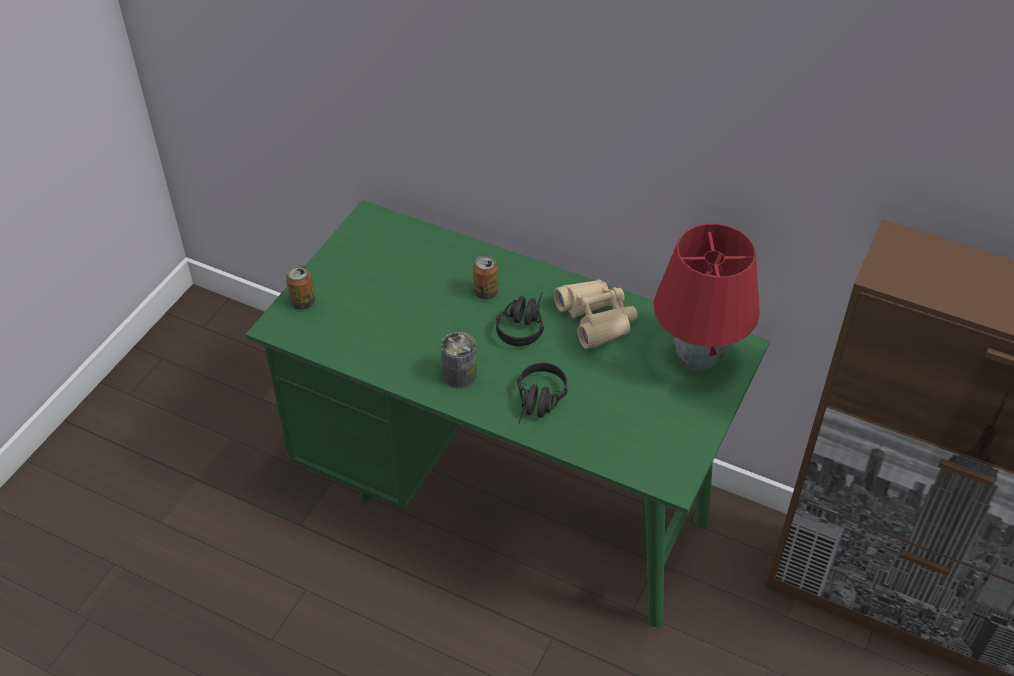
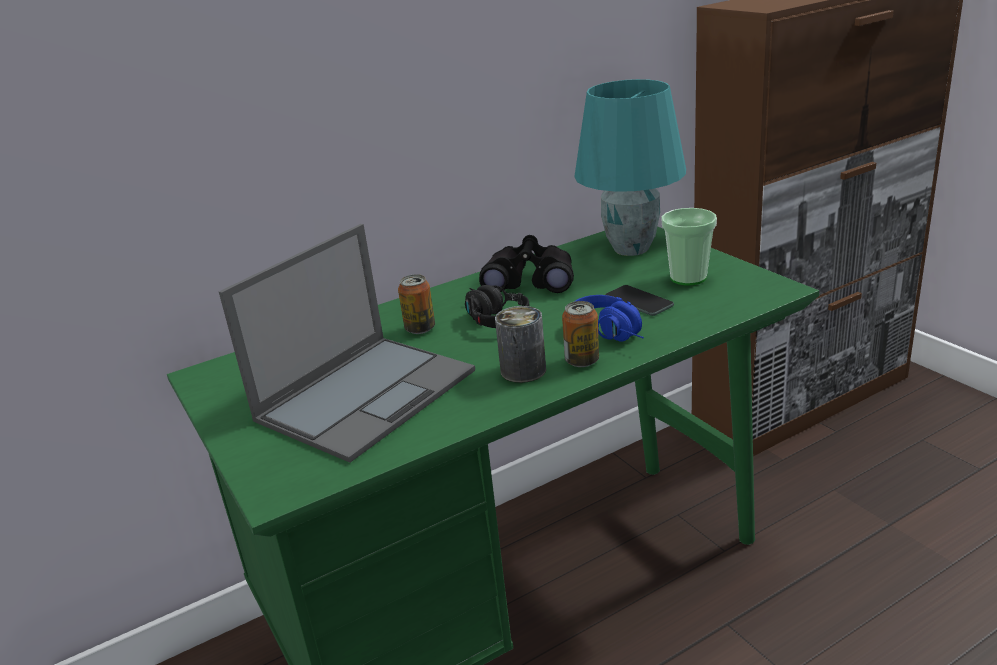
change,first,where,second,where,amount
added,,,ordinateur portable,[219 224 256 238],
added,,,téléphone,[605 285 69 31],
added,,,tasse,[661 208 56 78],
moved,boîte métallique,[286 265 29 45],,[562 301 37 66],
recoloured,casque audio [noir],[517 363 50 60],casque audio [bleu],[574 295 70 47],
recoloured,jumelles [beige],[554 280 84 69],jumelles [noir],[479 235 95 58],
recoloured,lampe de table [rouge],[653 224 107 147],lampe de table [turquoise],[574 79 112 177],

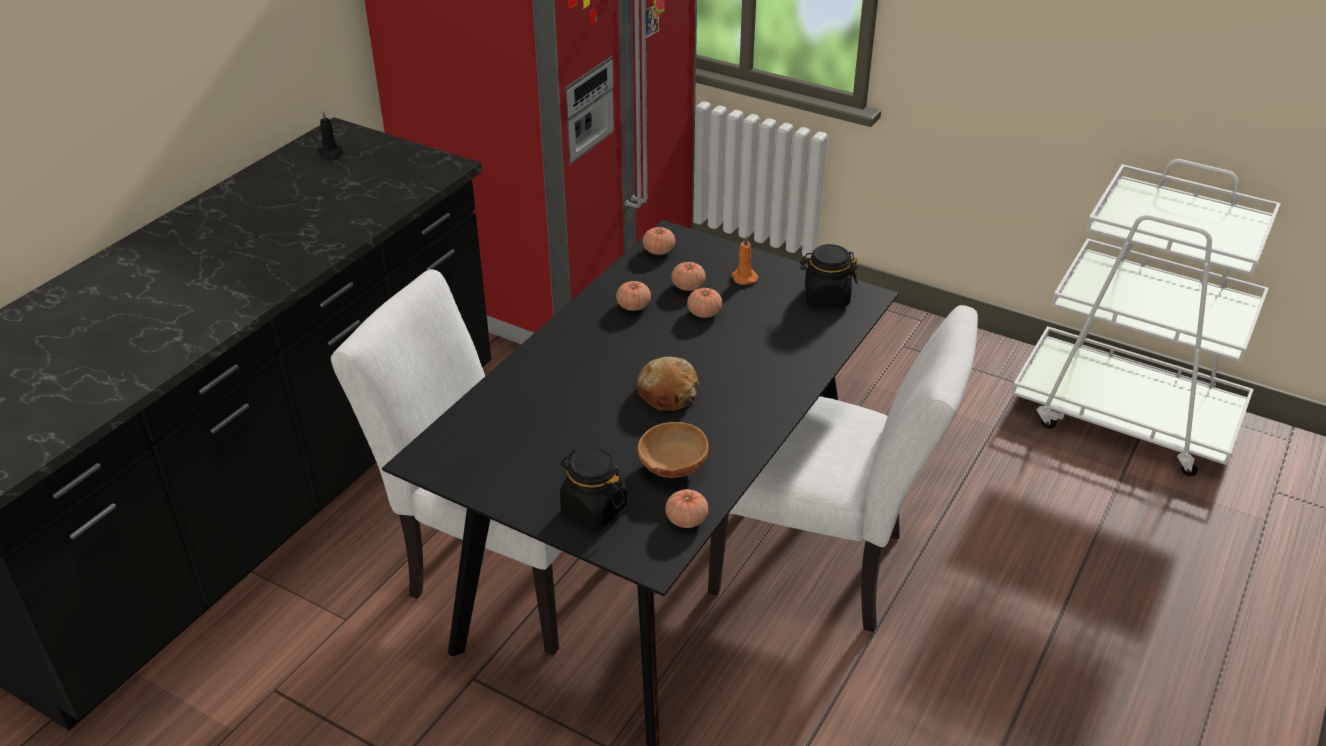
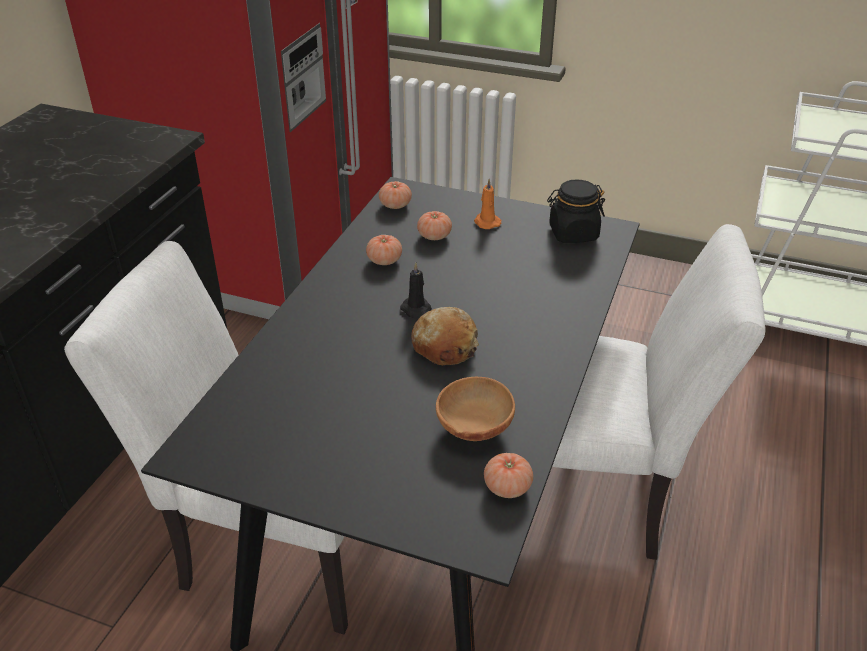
change,first,where,second,where,amount
removed,bocal [noir],[560 447 67 82],,,
removed,tomate,[687 288 35 30],,,
moved,bougie [noir],[317 111 26 50],,[400 262 32 57],

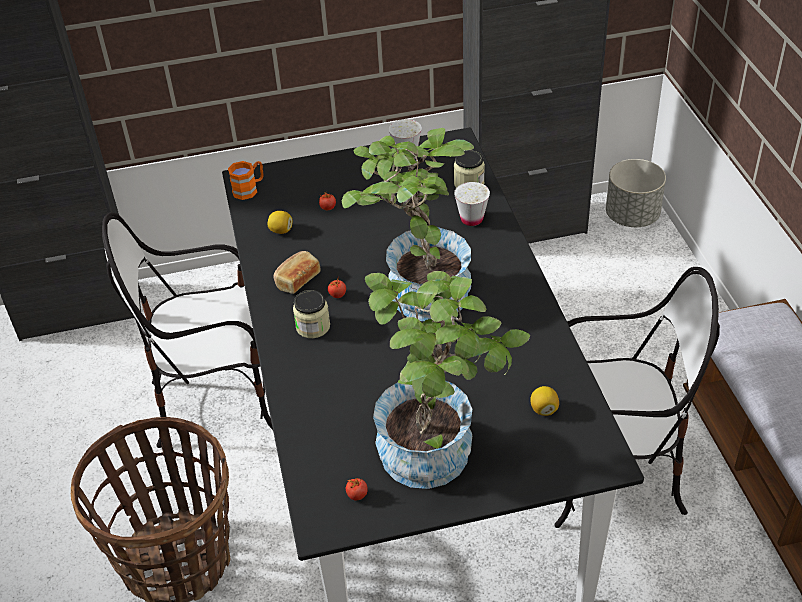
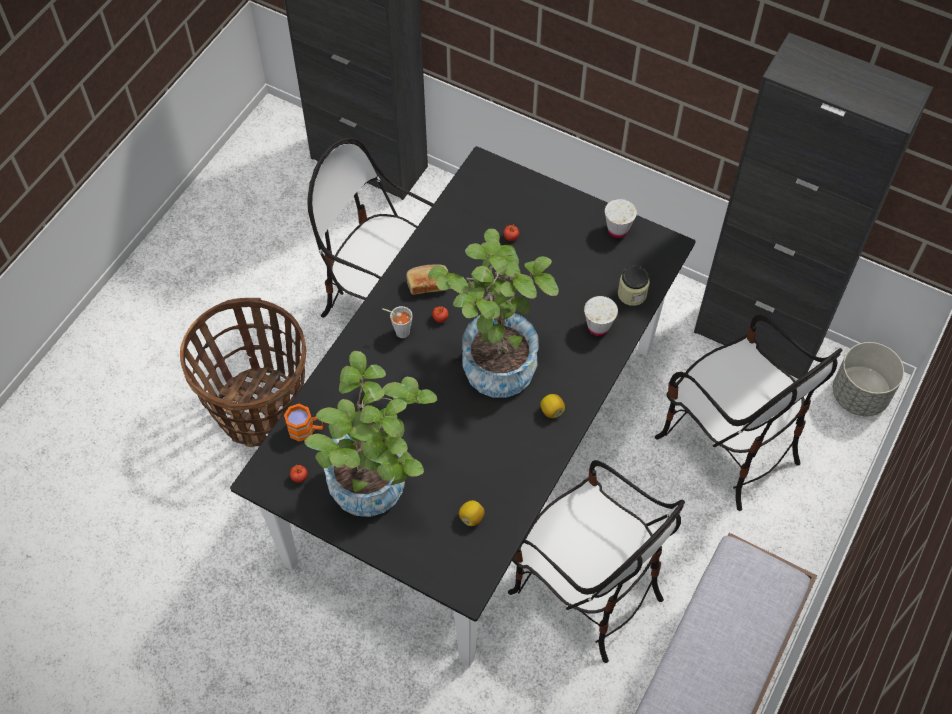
change,first,where,second,where,amount
added,,,chaise,[655 315 187 196],
moved,mug [orange],[228 161 36 39],,[284 404 41 38],
moved,citron,[268 211 25 23],,[540 394 25 24],
replaced,bocal,[293 290 37 48],tasse [gris],[382 306 31 32],

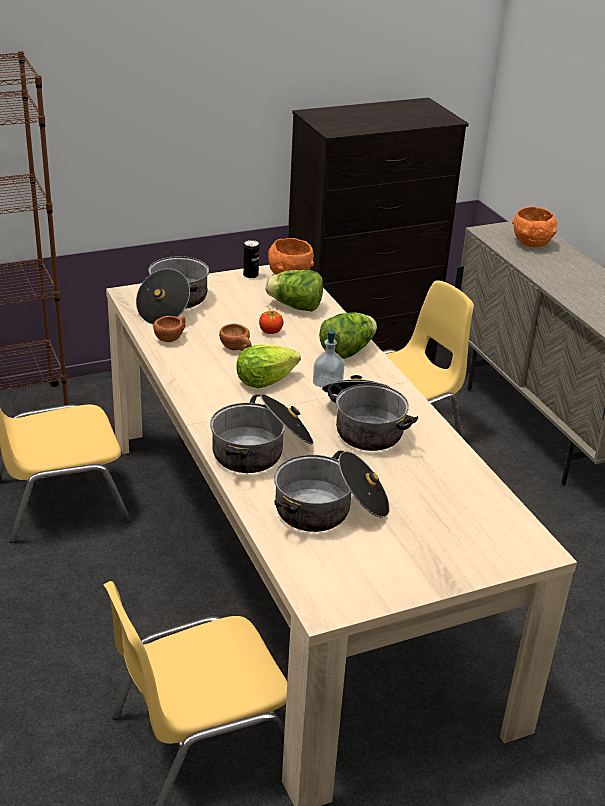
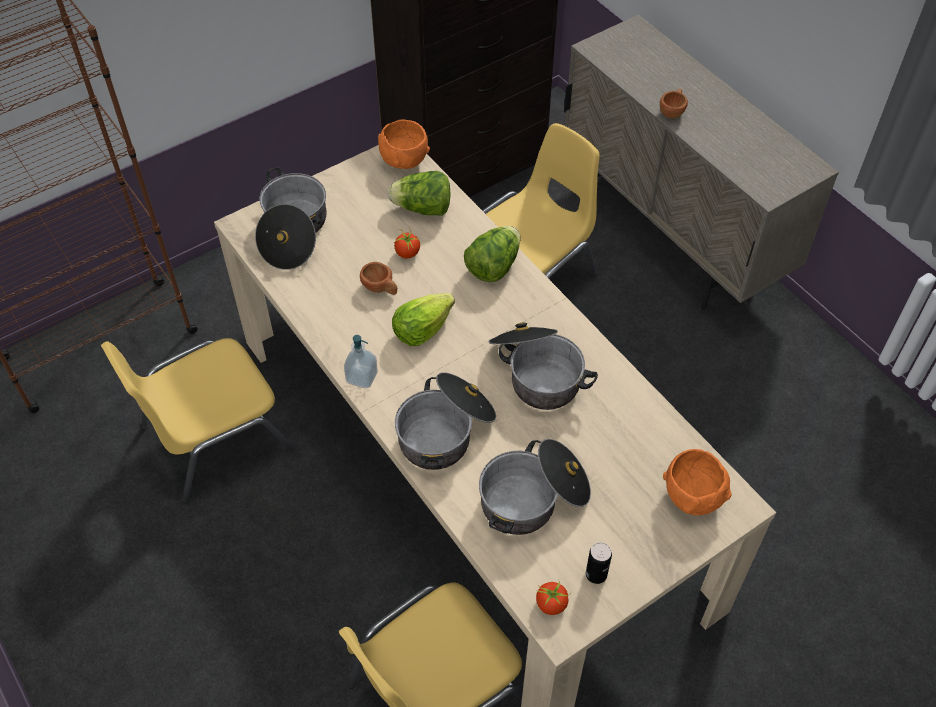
change,first,where,second,where,amount
added,,,tomate,[536 579 35 36],
moved,tasse [marron],[153 316 33 26],,[660 89 28 30],
moved,boîte métallique,[243 240 16 38],,[586 542 26 42],
moved,distributeur de savon,[313 330 32 58],,[344 335 34 53],
moved,bol [orange],[512 207 45 40],,[663 449 68 67],

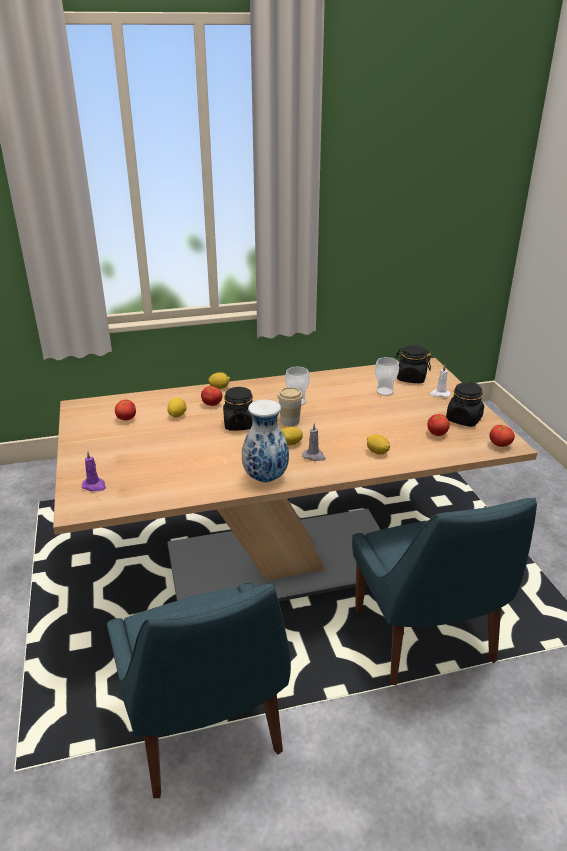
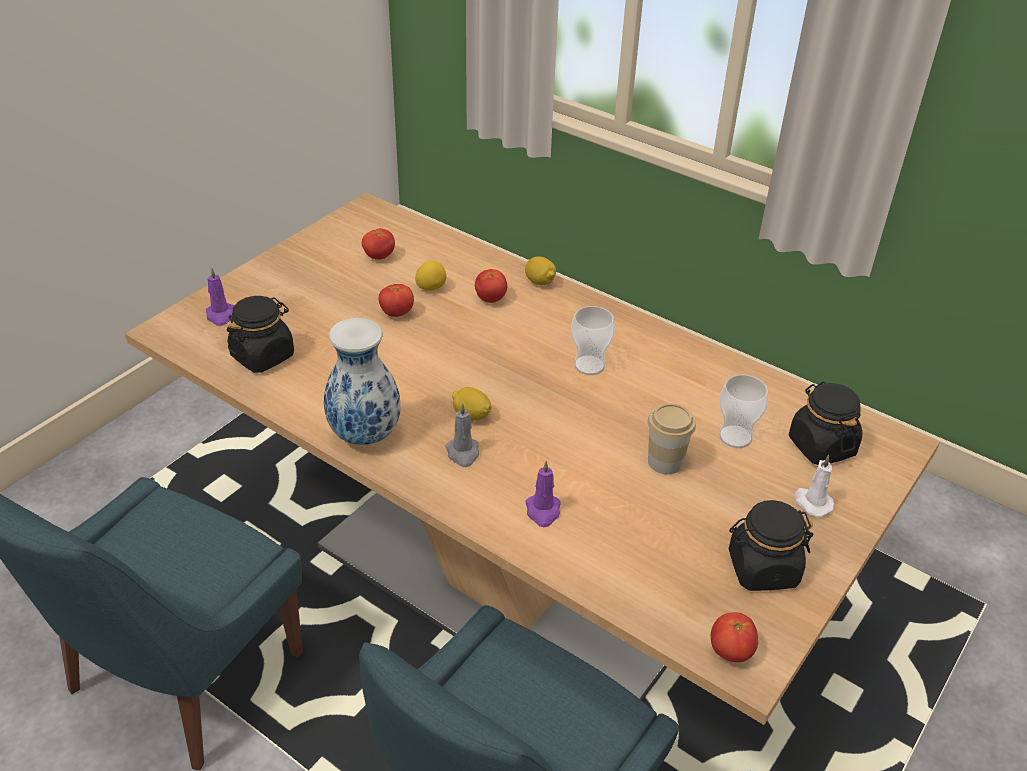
change,first,where,second,where,amount
moved,bocal [noir],[223 387 30 43],,[227 296 67 77],
moved,tasse,[277 387 26 39],,[648 404 48 70],
moved,tomate,[427 414 23 22],,[379 284 35 33],
replaced,citron,[367 434 23 21],bougie [violet],[526 461 35 66],

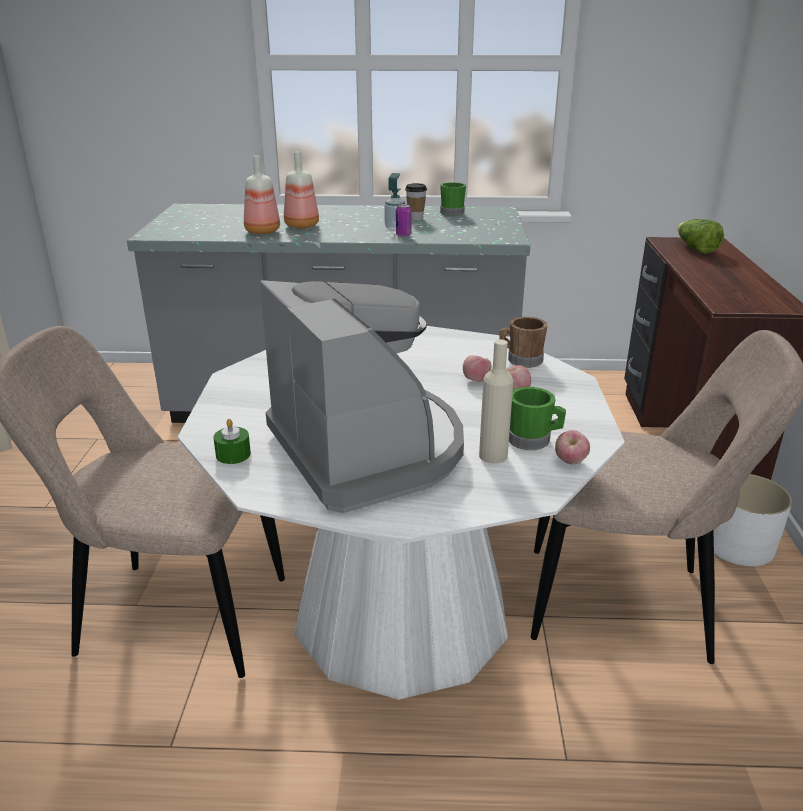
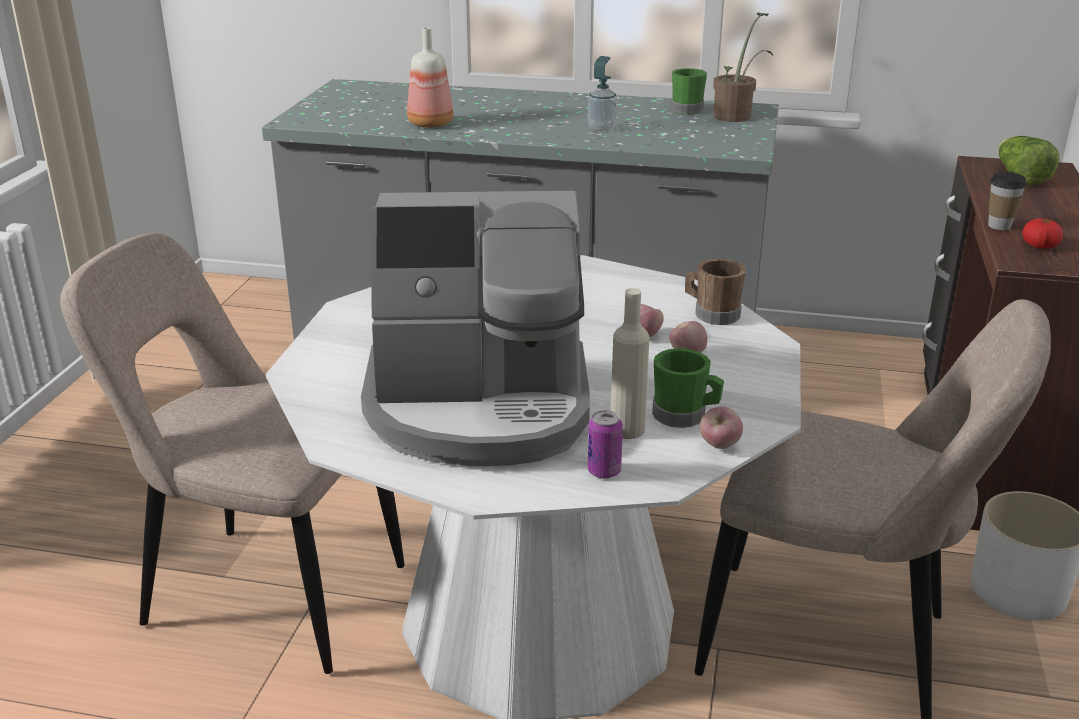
change,first,where,second,where,amount
removed,bougie [vert],[213 419 38 45],,,
removed,bouteille,[284 151 35 78],,,
added,,,plante en pot,[713 13 60 109],
added,,,tomate,[1023 218 40 31],
moved,boîte métallique,[396 204 16 33],,[588 410 35 69],
moved,tasse,[405 183 22 37],,[988 172 39 58],
turned,machine à café,[260 280 204 233],,[361 191 229 276],105 degrees clockwise

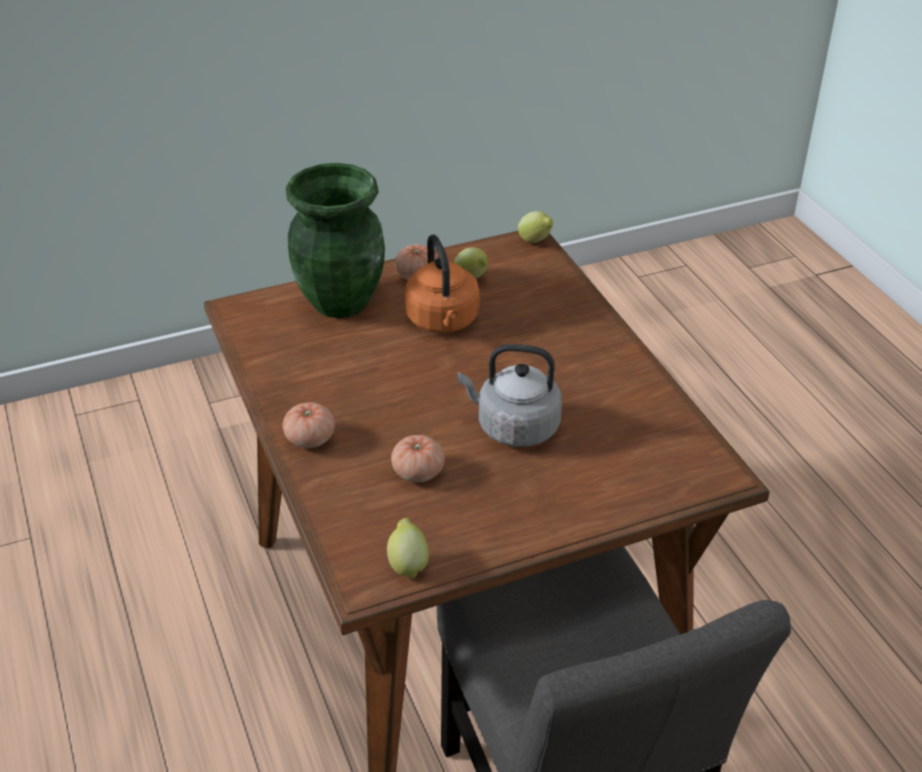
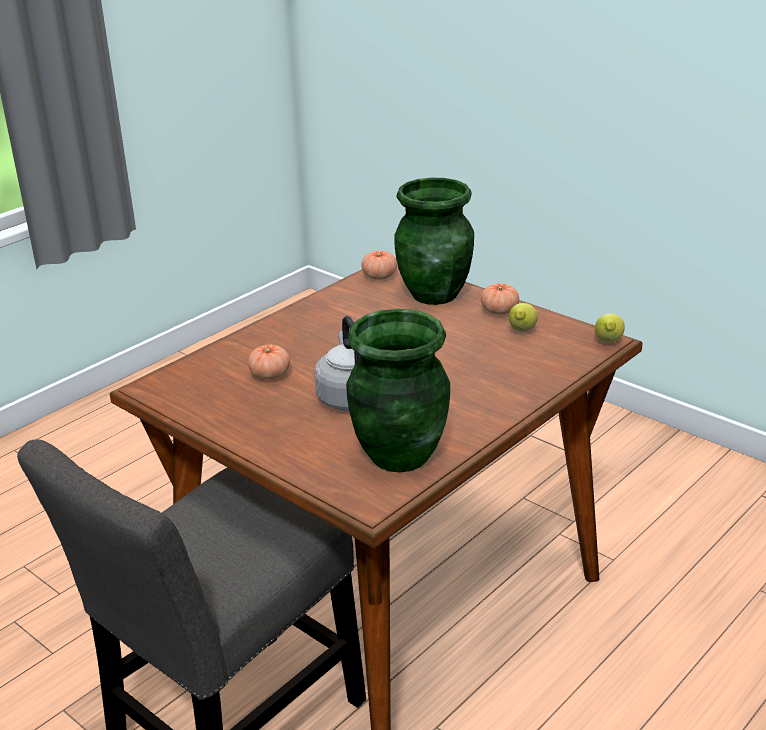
change,first,where,second,where,amount
removed,citron,[387 518 42 61],,,
removed,bouilloire [orange],[405 235 74 98],,,
added,,,vase [vert],[346 309 104 164],
moved,tomate,[283 402 52 46],,[361 251 36 29],

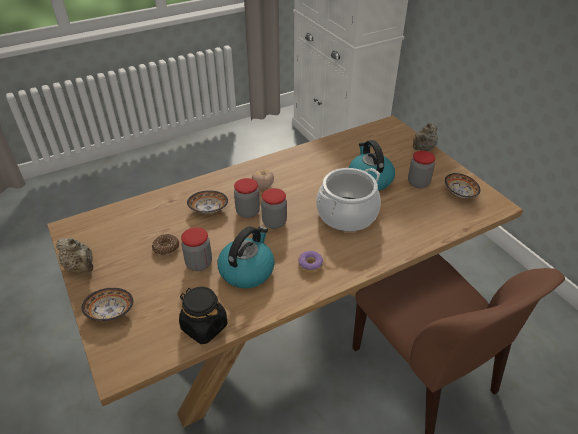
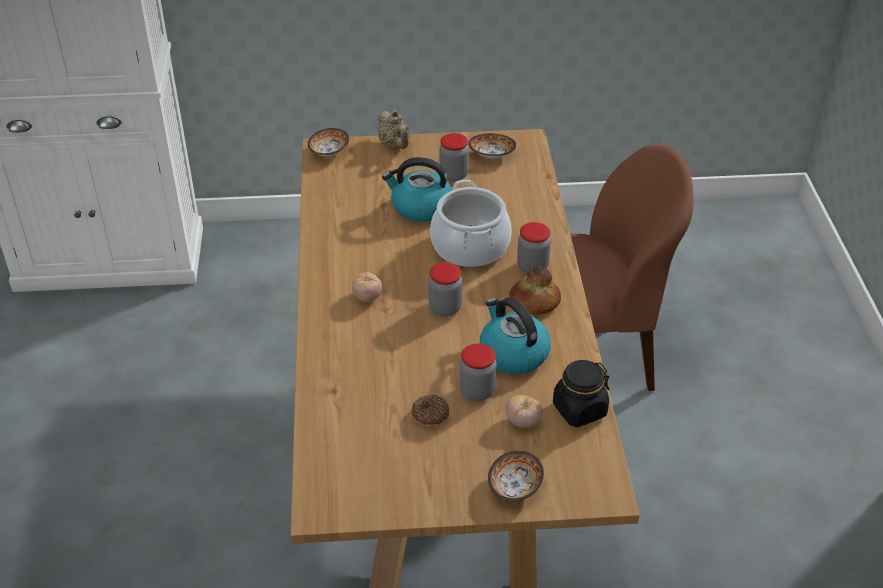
change,first,where,second,where,amount
removed,théière [beige],[56 237 37 36],,,
added,,,tomate,[505 395 38 33],
moved,bol,[187 190 41 23],,[308 128 41 28],
moved,bocal,[234 178 26 40],,[517 222 34 51],
replaced,beignet,[298 251 25 22],pain,[509 267 52 48],

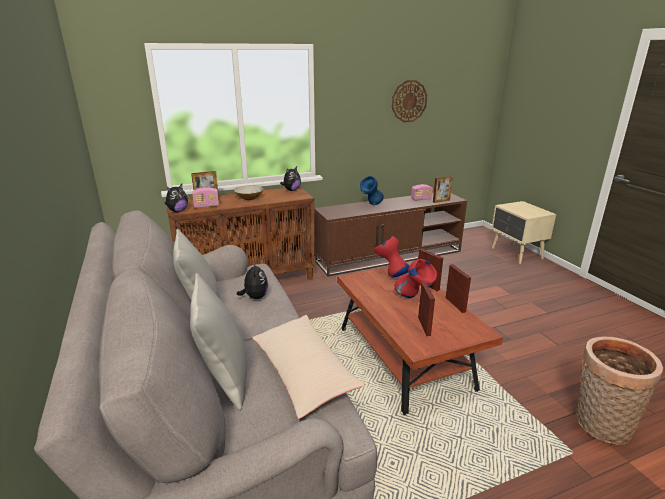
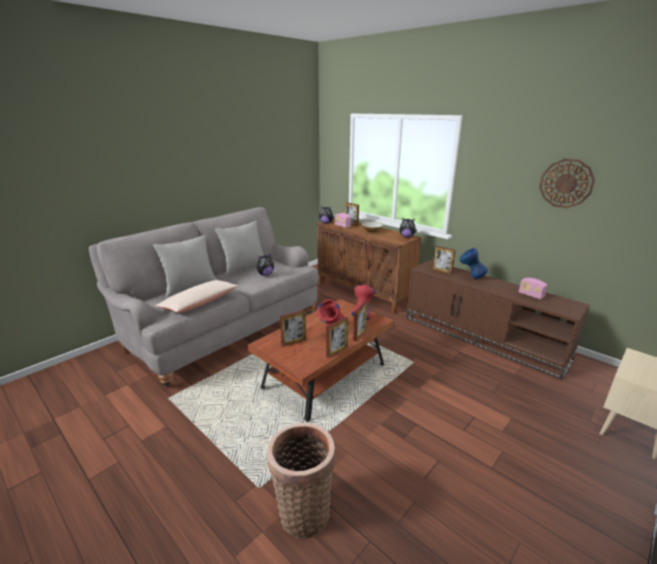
change,first,where,second,where,amount
moved,cadre photo,[433 176 20 27],,[433 246 23 28],

